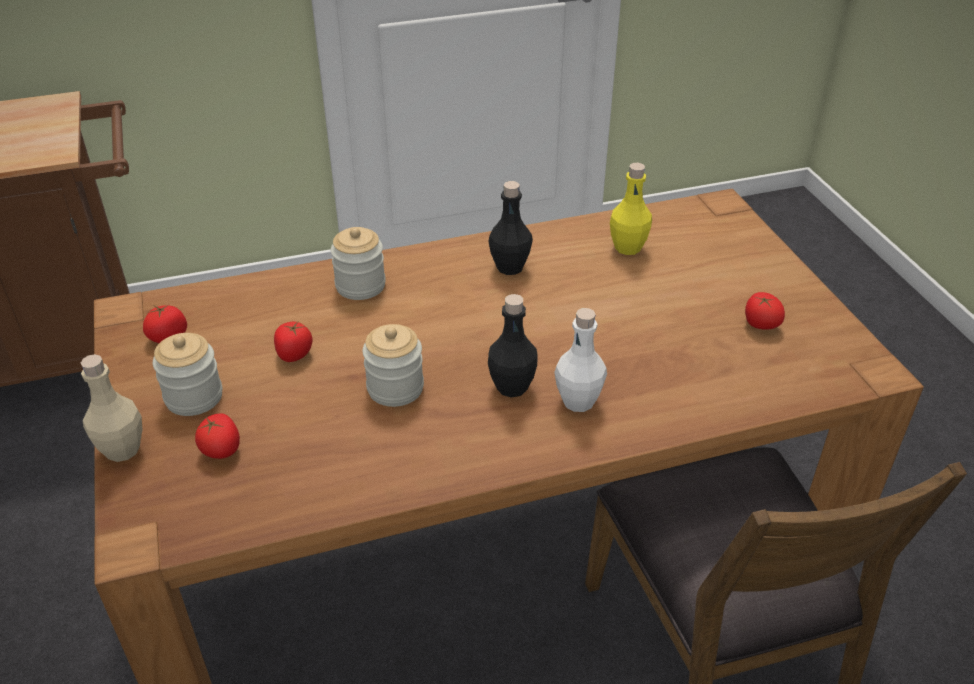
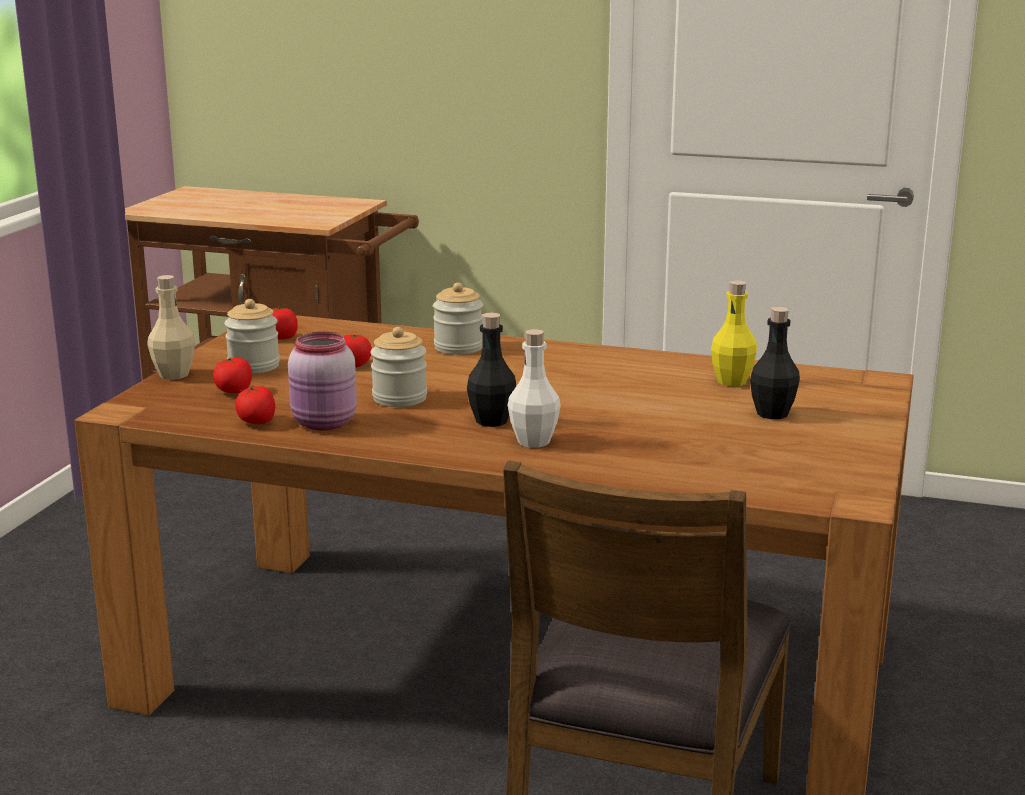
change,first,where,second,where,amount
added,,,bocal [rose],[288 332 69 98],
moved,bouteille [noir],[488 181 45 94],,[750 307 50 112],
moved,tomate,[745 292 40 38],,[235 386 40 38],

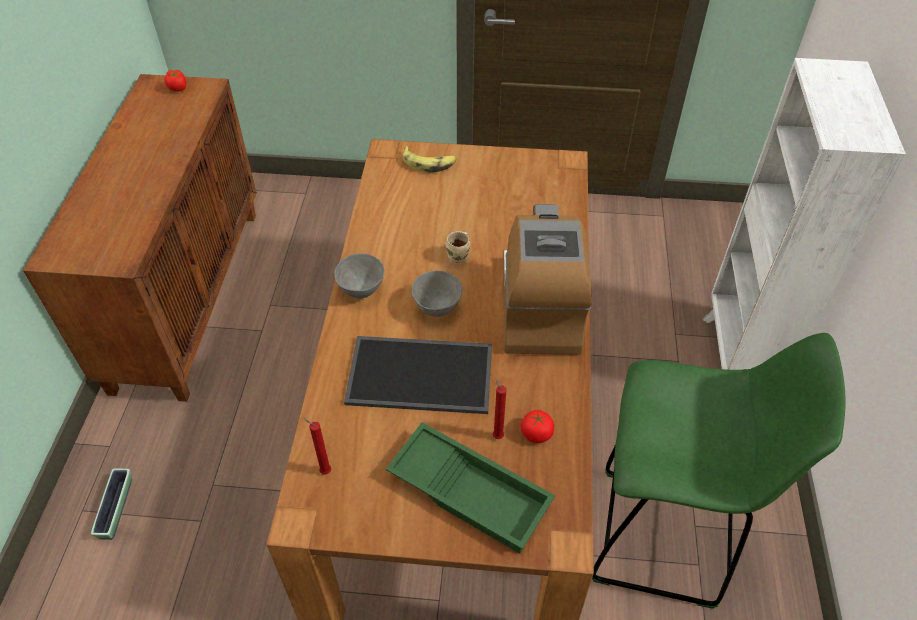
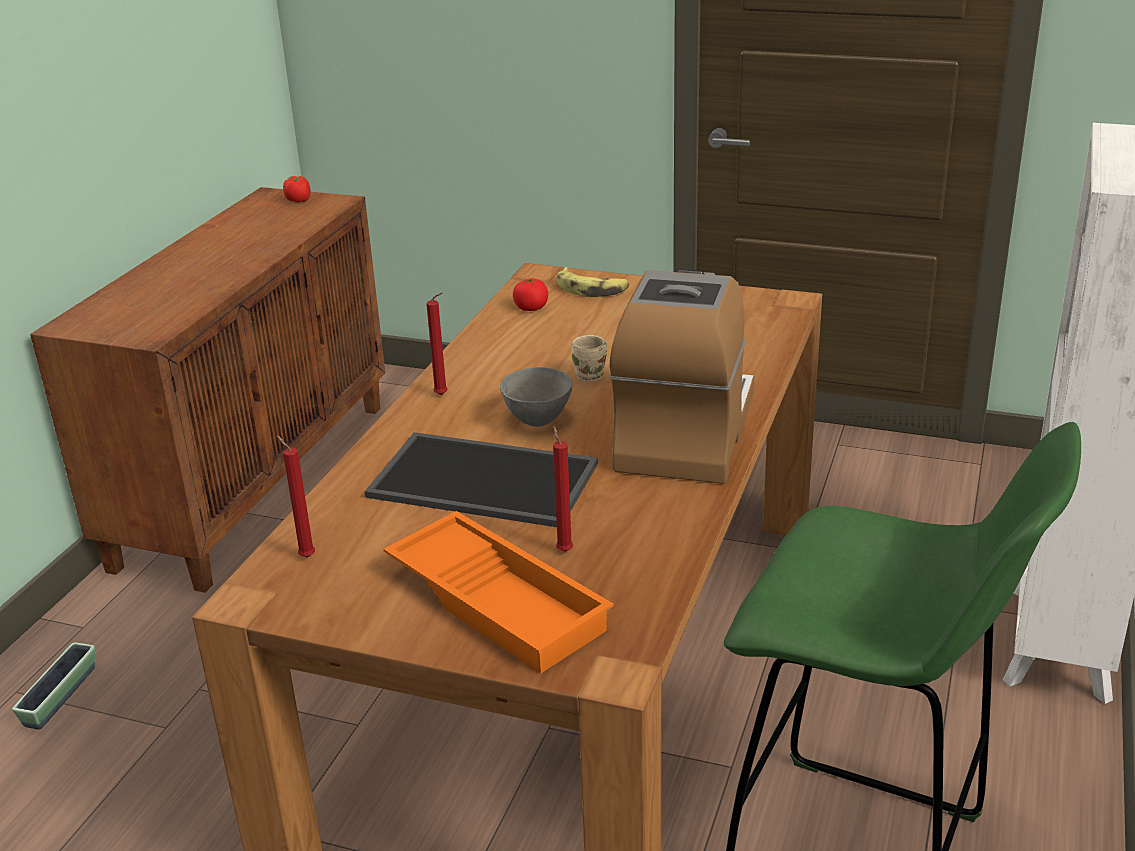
change,first,where,second,where,amount
moved,tomate,[521 410 33 33],,[513 278 35 33],
replaced,bol [gris],[334 253 51 46],bougie [rouge],[426 293 22 102],
recoloured,plateau [vert],[386 423 169 131],plateau [orange],[383 511 230 162],

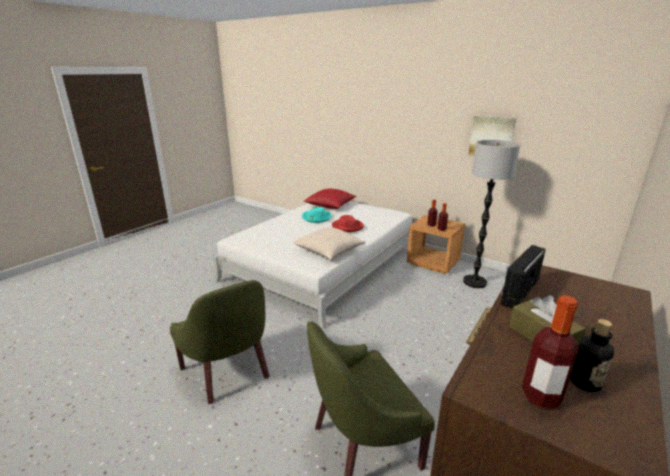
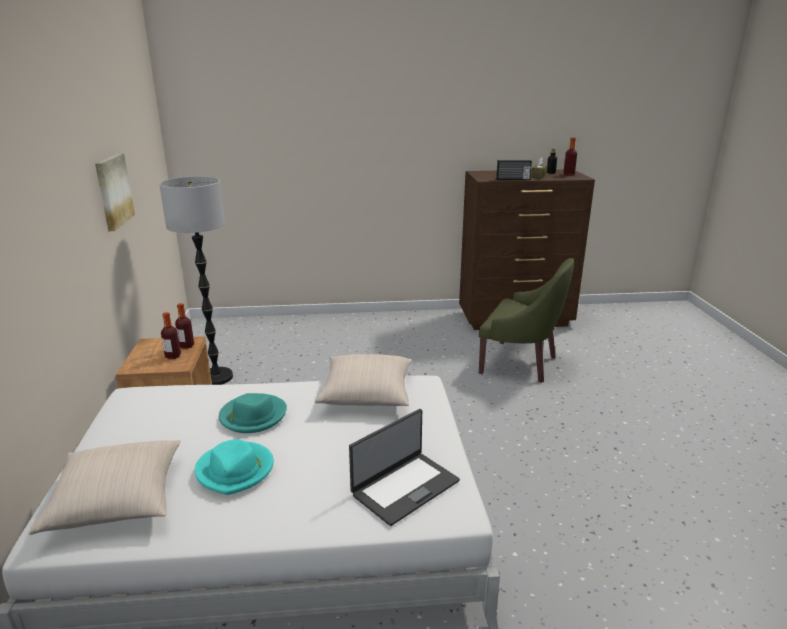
change,first,where,second,where,amount
removed,fauteuil [vert],[170 280 100 124],,,
added,,,ordinateur portable,[349 409 111 117],
recoloured,coussin [rouge],[304 188 53 21],coussin [beige],[29 440 152 95],
recoloured,chapeau [rouge],[332 215 32 17],chapeau [turquoise],[219 393 68 40],

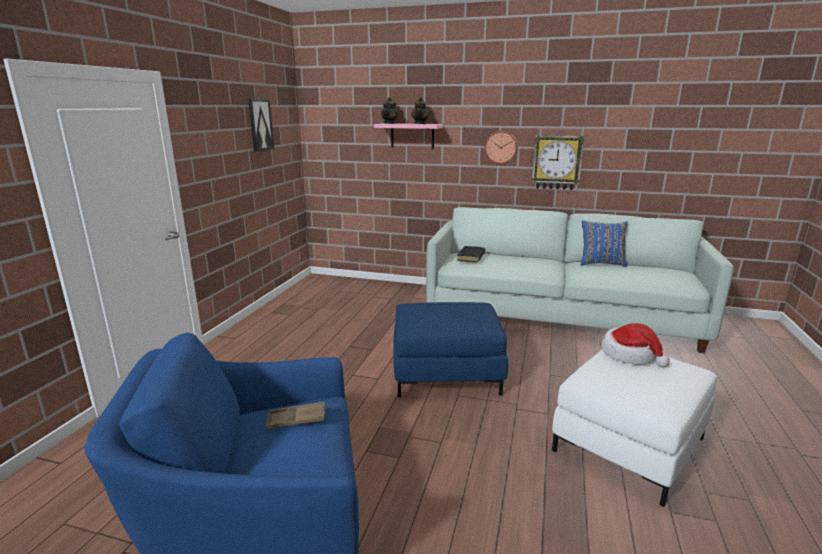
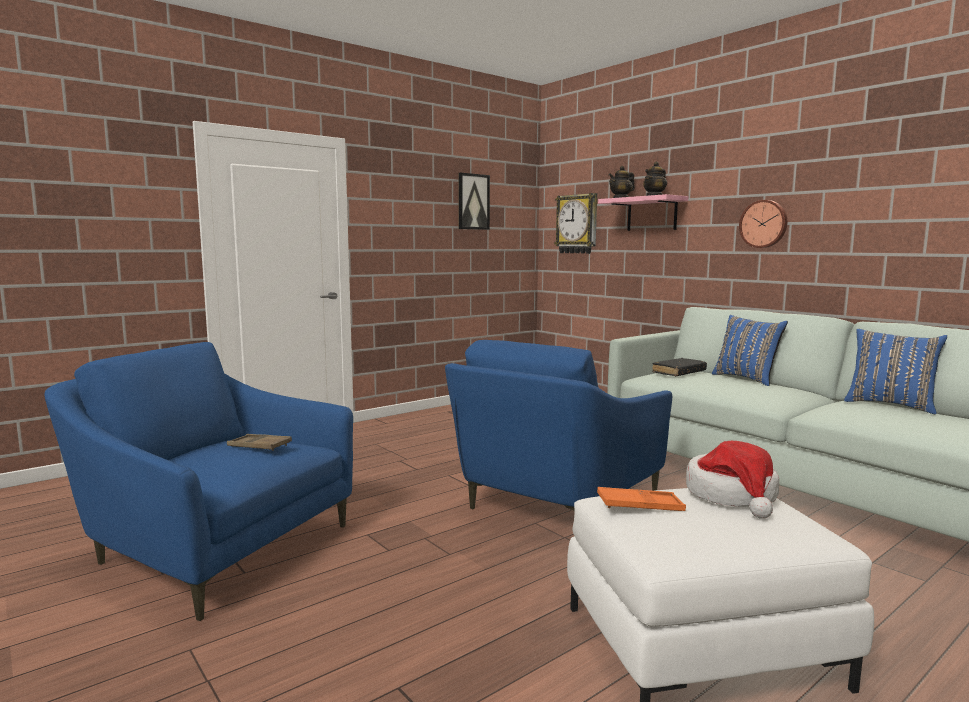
change,first,where,second,where,amount
added,,,plateau [orange],[597 487 89 24],
added,,,coussin [bleu],[712 315 76 71],
moved,horloge murale,[532 135 52 55],,[554 193 43 61],
replaced,pouf [bleu],[393 302 115 95],fauteuil [bleu],[445 340 227 172],

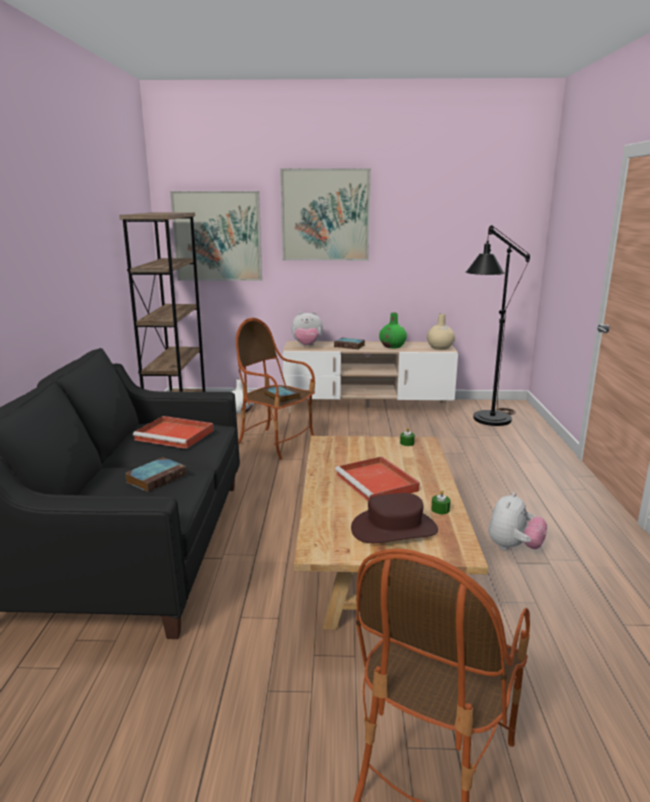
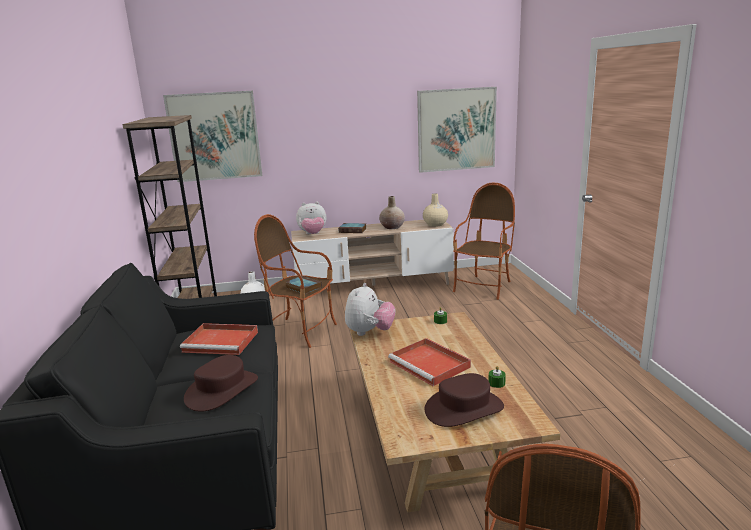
change,first,where,second,where,amount
moved,tableau,[280 168 91 93],,[417 87 80 86],
moved,peluche,[489 492 58 59],,[345 283 50 53],
replaced,livre,[125 457 62 35],chapeau [marron],[184 355 74 57],
replaced,lampadaire [noir],[465 225 65 201],fauteuil,[453 182 62 118],
recoloured,vase [vert],[379 313 28 35],vase [beige],[379 196 26 33],

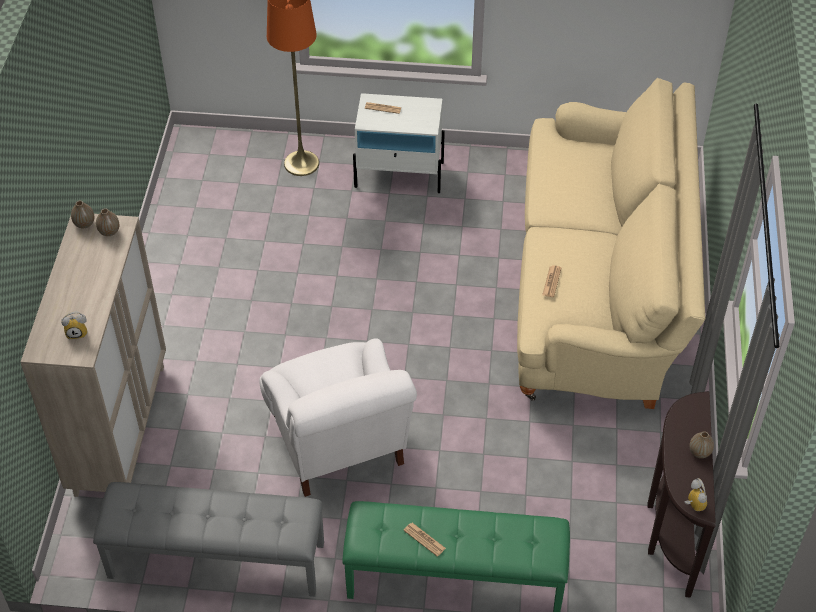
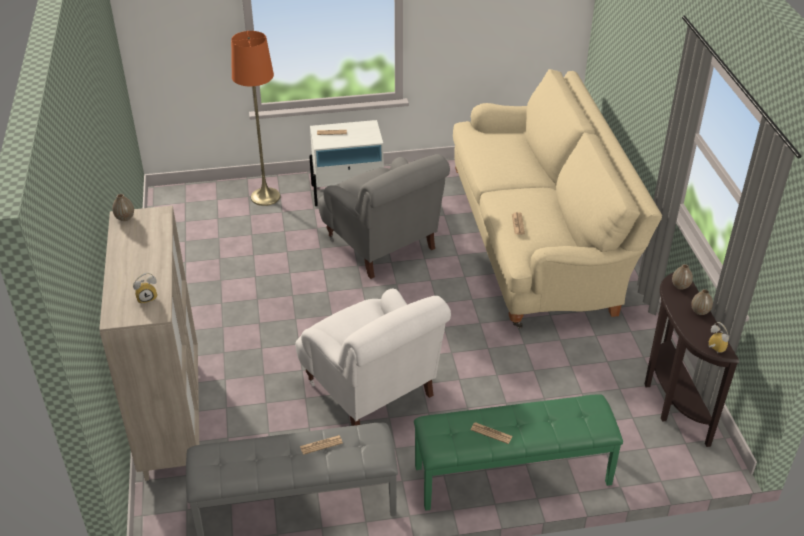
change,first,where,second,where,amount
added,,,journal,[300 435 43 20],
added,,,fauteuil [gris],[318 154 132 125],
moved,vase,[96 208 23 28],,[672 264 21 25],

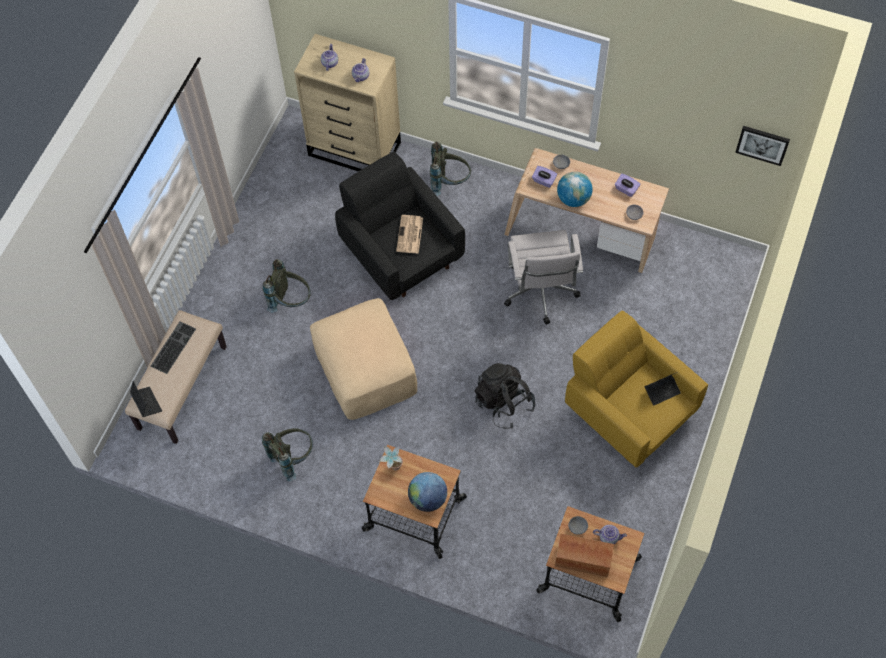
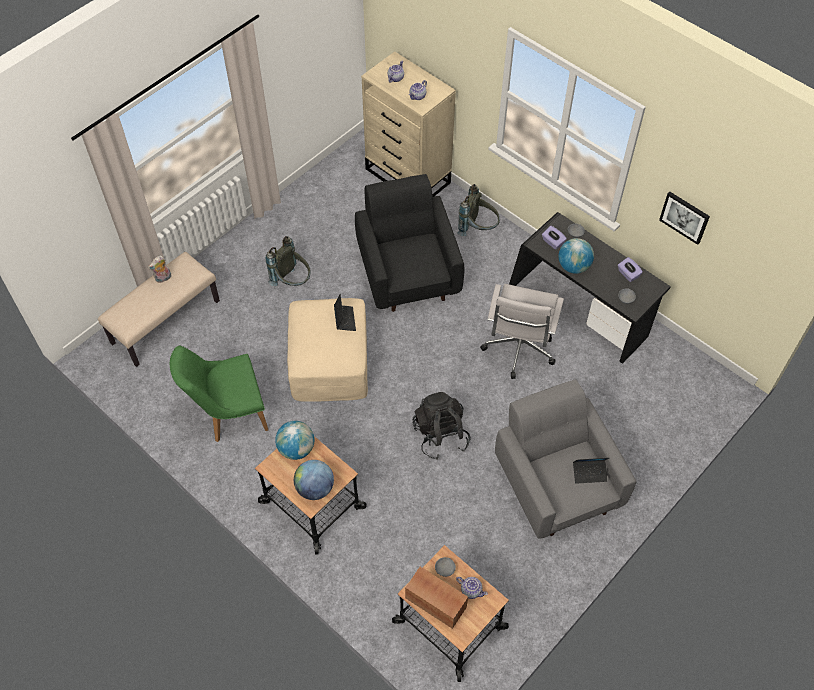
change,first,where,second,where,amount
removed,journal,[396 215 27 39],,,
moved,ordinateur portable,[130 381 32 36],,[334 294 22 37],
moved,tableau,[735 126 55 40],,[659 192 51 53],
replaced,clavier,[151 321 45 53],peluche,[148 256 23 27],
replaced,sac à dos [gris],[262 428 51 53],chaise [vert],[170 346 98 96],
replaced,plante en pot,[379 446 24 24],globe,[275 421 39 39],
recoloured,bureau [beige],[504 148 165 125],bureau [noir],[509 212 162 152],
recoloured,fauteuil [jaune],[565 310 143 157],fauteuil [gris],[495 379 142 160],

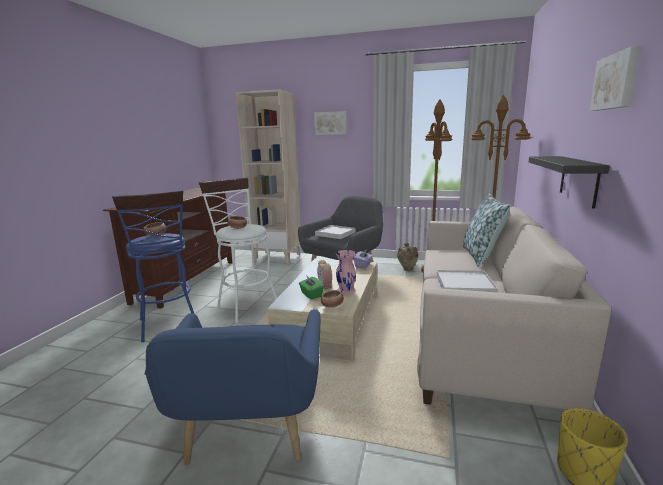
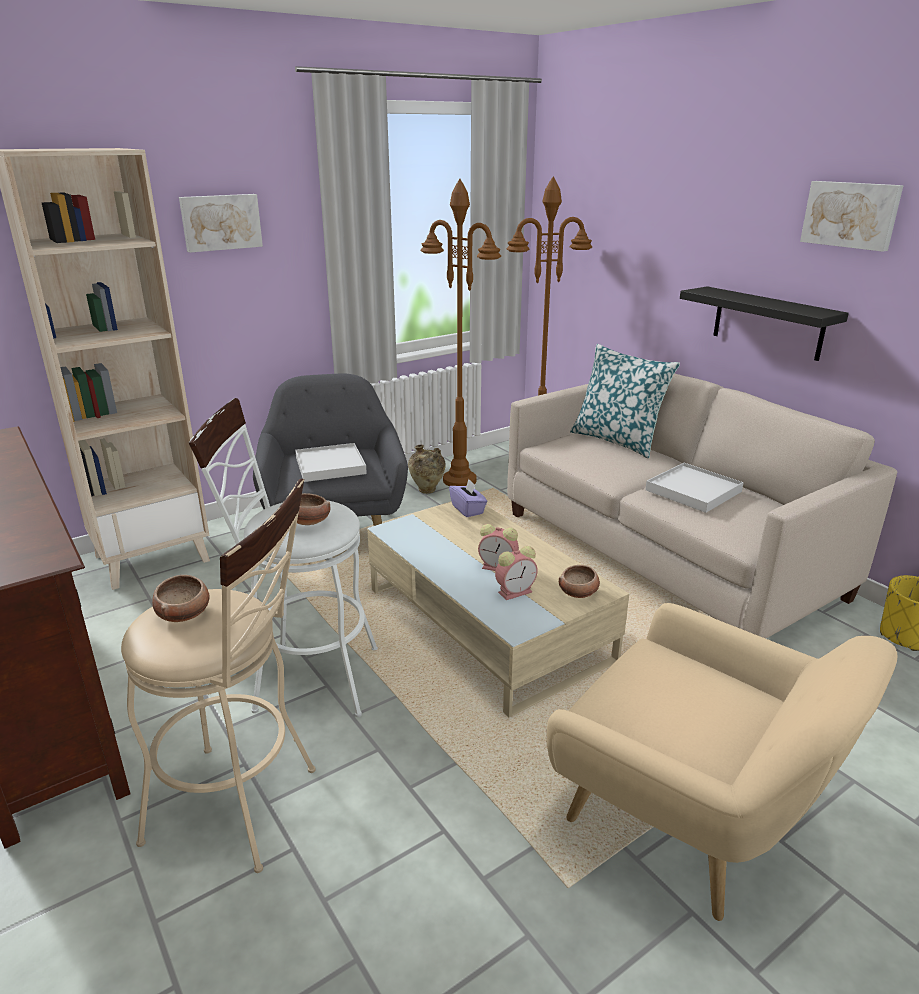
change,first,where,second,where,amount
removed,vase [rose],[336 250 20 45],,,
replaced,boîte à mouchoirs [vert],[299 275 25 24],réveil,[495 546 43 54],
recoloured,tabouret [bleu],[112 190 82 152],tabouret [beige],[121 479 195 394],
recoloured,fauteuil [bleu],[145 309 175 156],fauteuil [beige],[547 603 351 318],

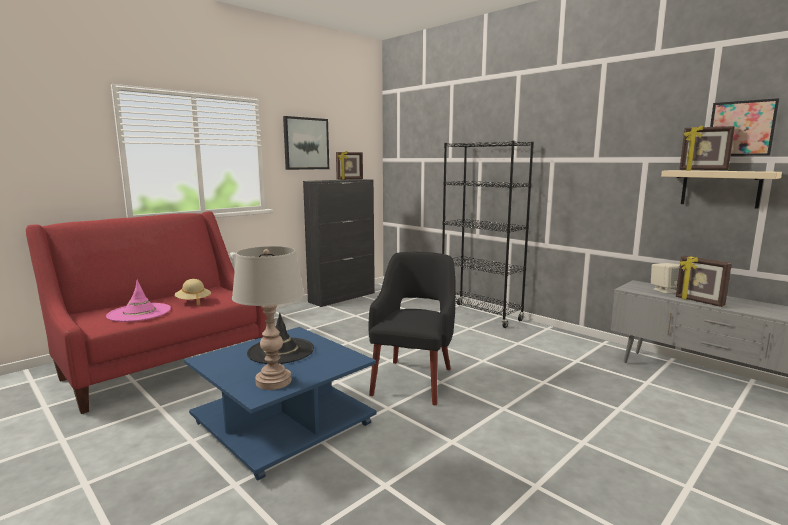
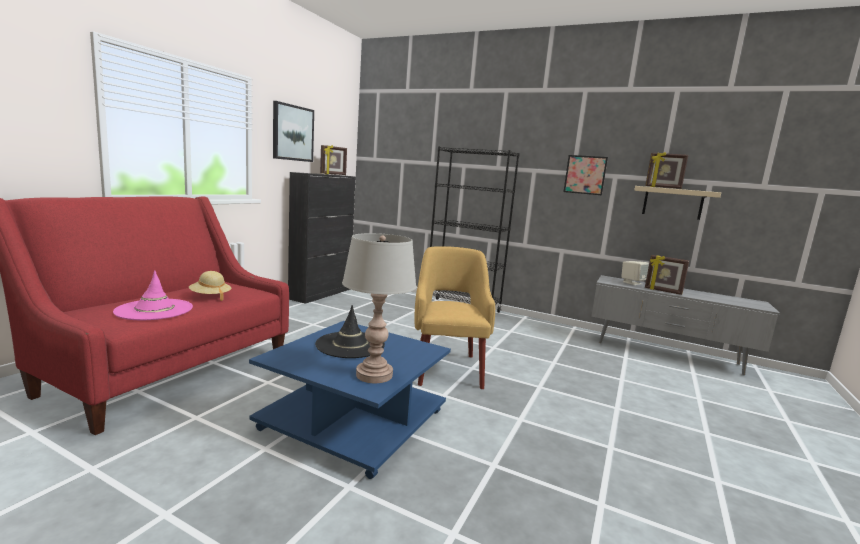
change,first,where,second,where,amount
moved,tableau,[710 98 69 58],,[563 155 45 40],
recoloured,fauteuil [noir],[369 252 86 153],fauteuil [jaune],[414 246 81 143],

